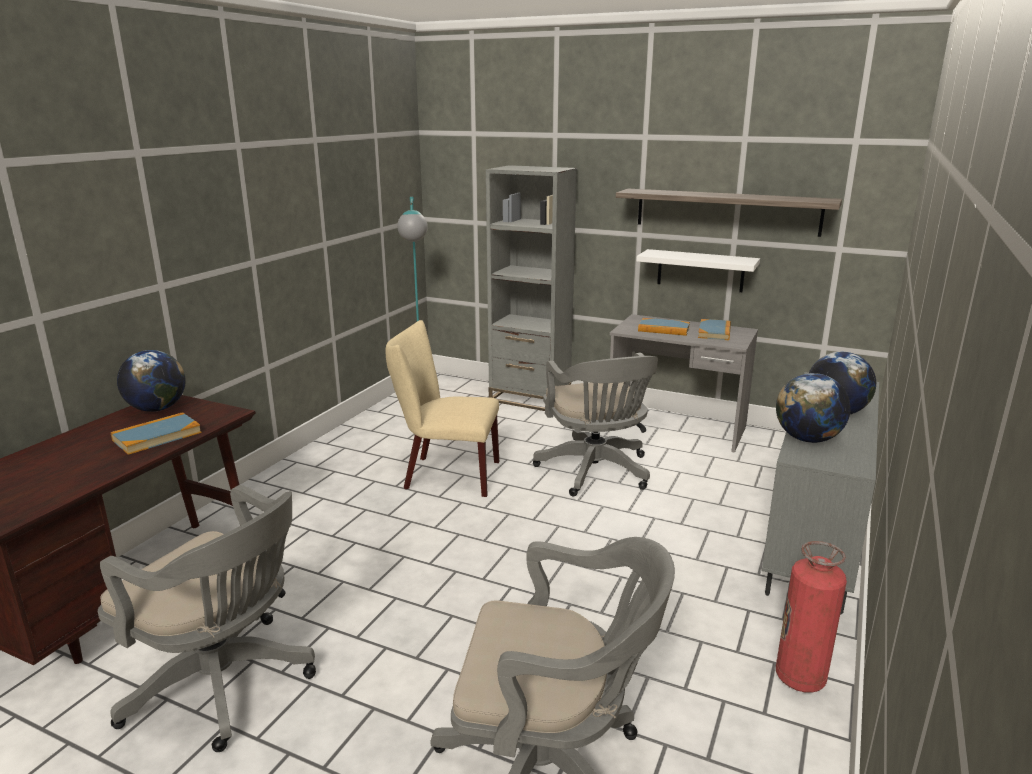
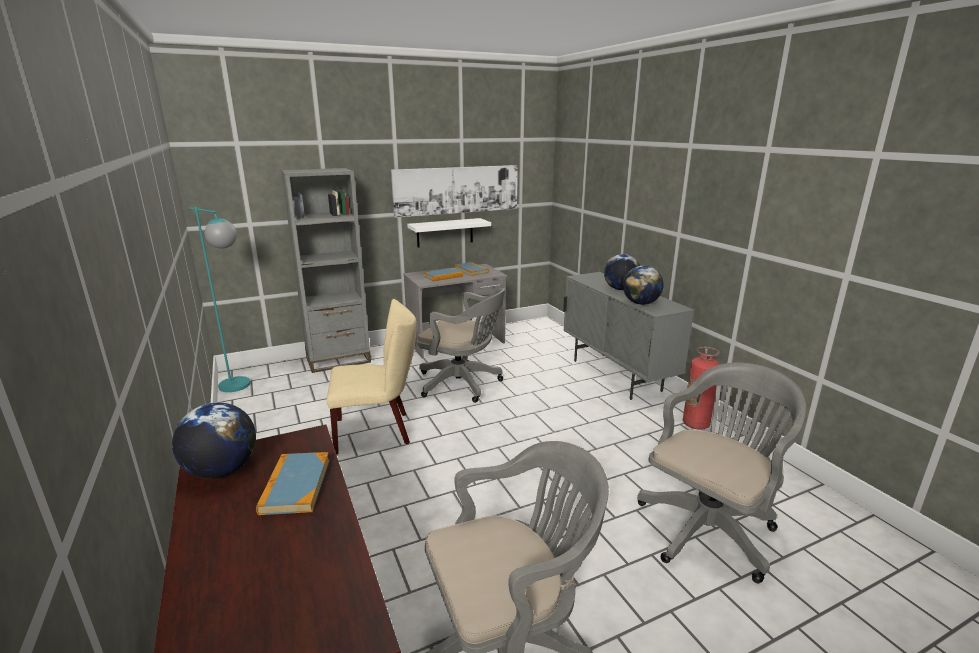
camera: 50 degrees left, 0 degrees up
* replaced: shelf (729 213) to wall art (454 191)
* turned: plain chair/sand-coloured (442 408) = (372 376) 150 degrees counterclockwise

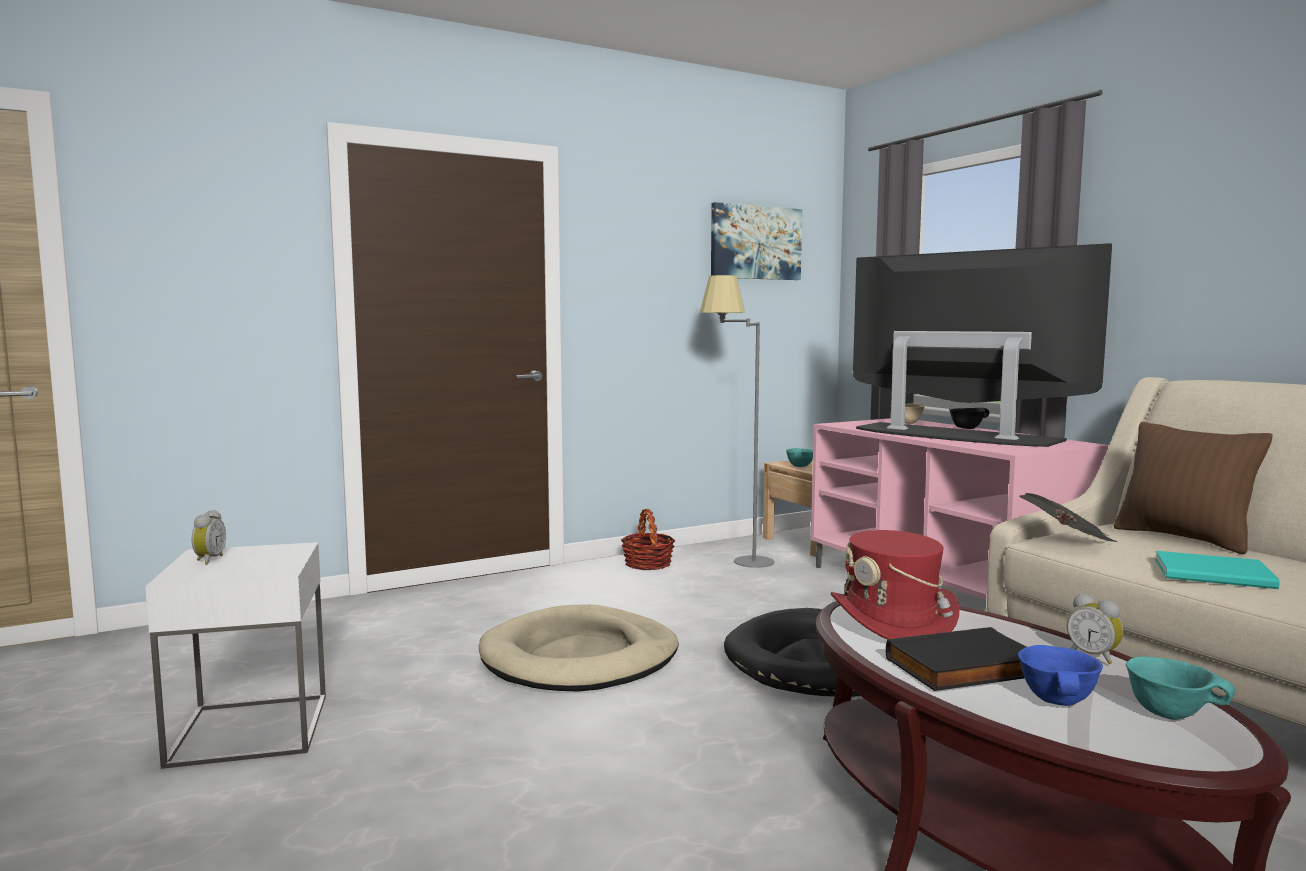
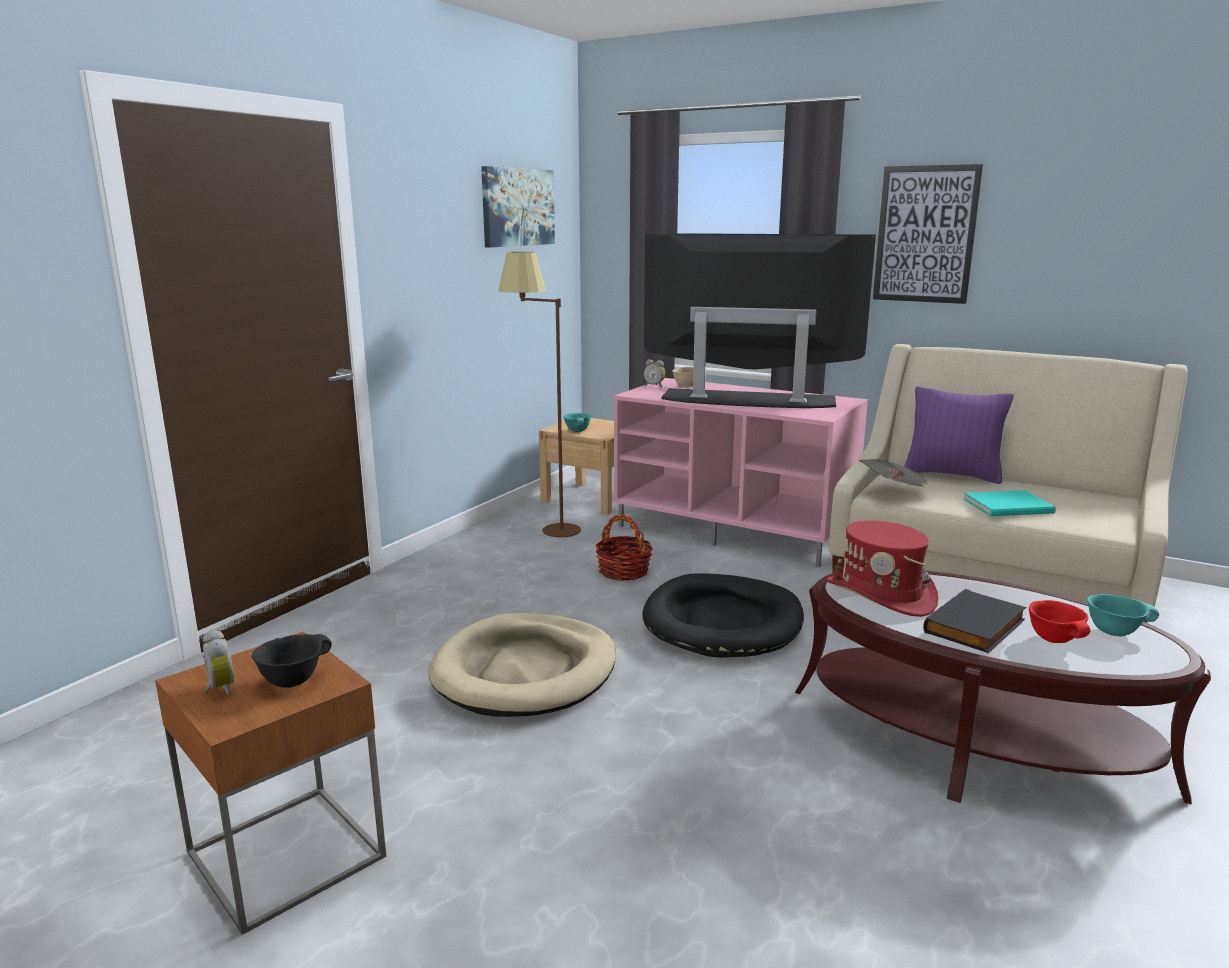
camera: 30 degrees left, 10 degrees up
* recoloured: standard lamp/greyish (737 421) to standard lamp/brown (539 394)
* moved: deep dish/black-coloured (969 418) to (292 661)
* recoloured: throw pillow/brown (1193 488) to throw pillow/purple-coloured (958 435)
* moved: storage basket (648 539) to (624 547)
* recoloured: accent table/whitish (235 655) to accent table/brown (270 783)
* moved: table clock (1095 628) to (654 373)
* recoloured: deep dish/blue-coloured (1060 675) to deep dish/reddish (1060 621)
* added: wall art (928 234)

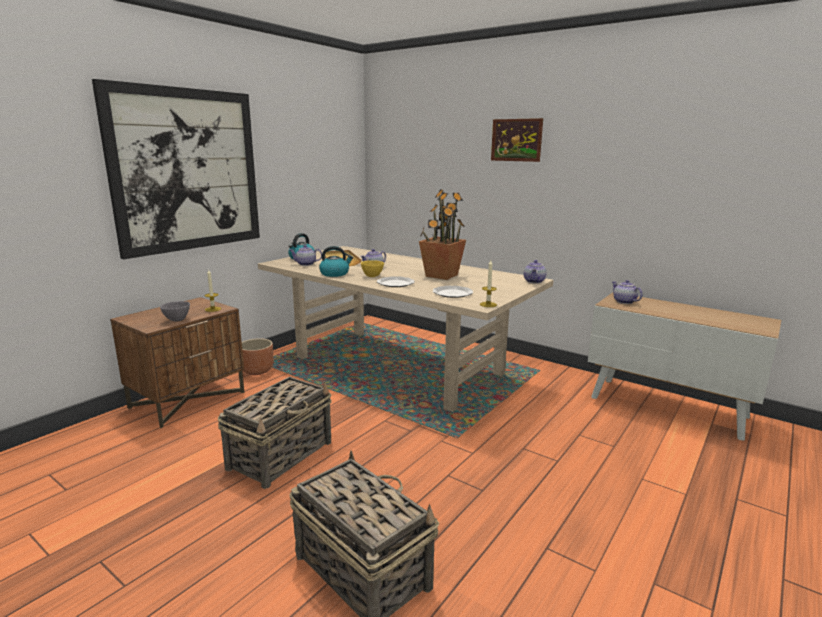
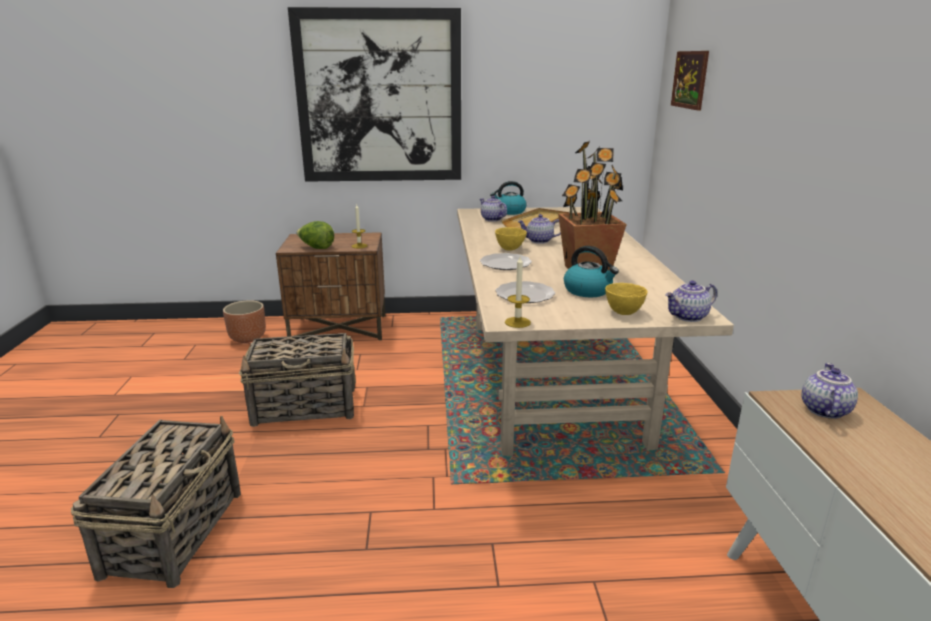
camera: 50 degrees right, 5 degrees up
* moved: wall art (517 140) to (690 81)
* moved: kettle (336 261) to (591 271)
* replaced: deep dish/greyish (175 311) to lettuce (315 235)
* moved: planter/brown (257 356) to (244 321)
* added: deep dish/yellow-coloured (626 299)

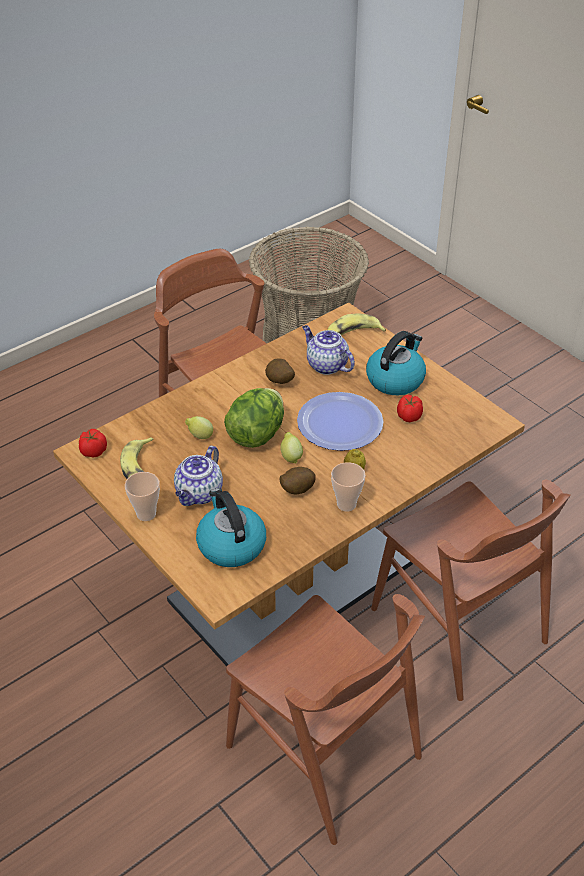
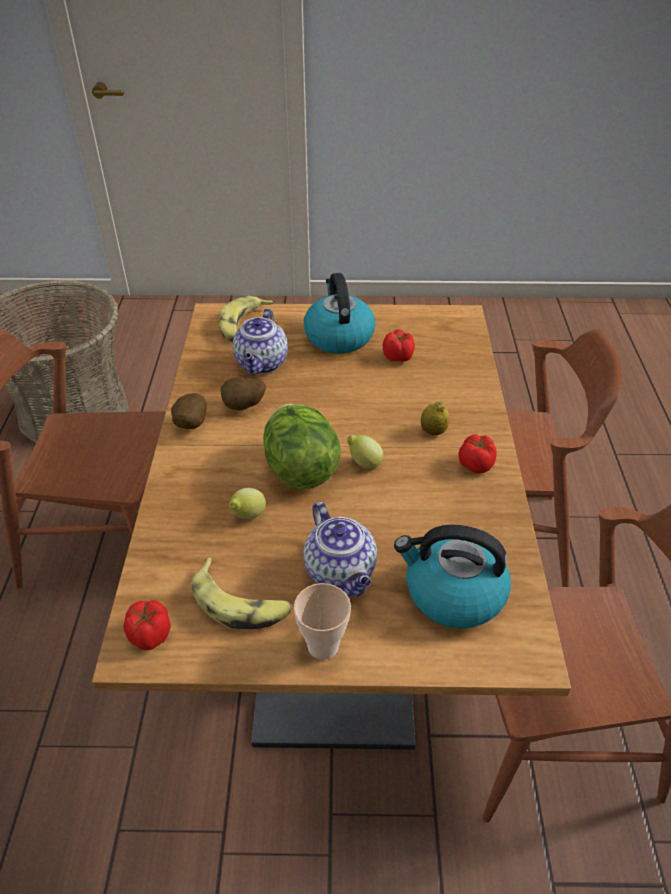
camera: 50 degrees left, 0 degrees up
* turned: tea pot (328 350) = (260 341) 75 degrees counterclockwise
* removed: flat dish (340 421)
* replaced: cup (348 486) to whole tomato (478 453)
* moved: potato (297 480) to (189 411)

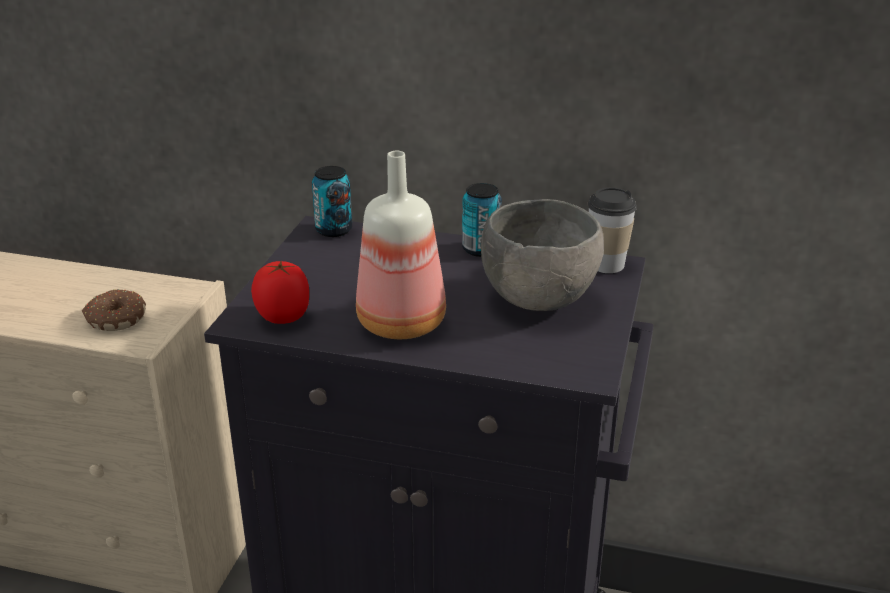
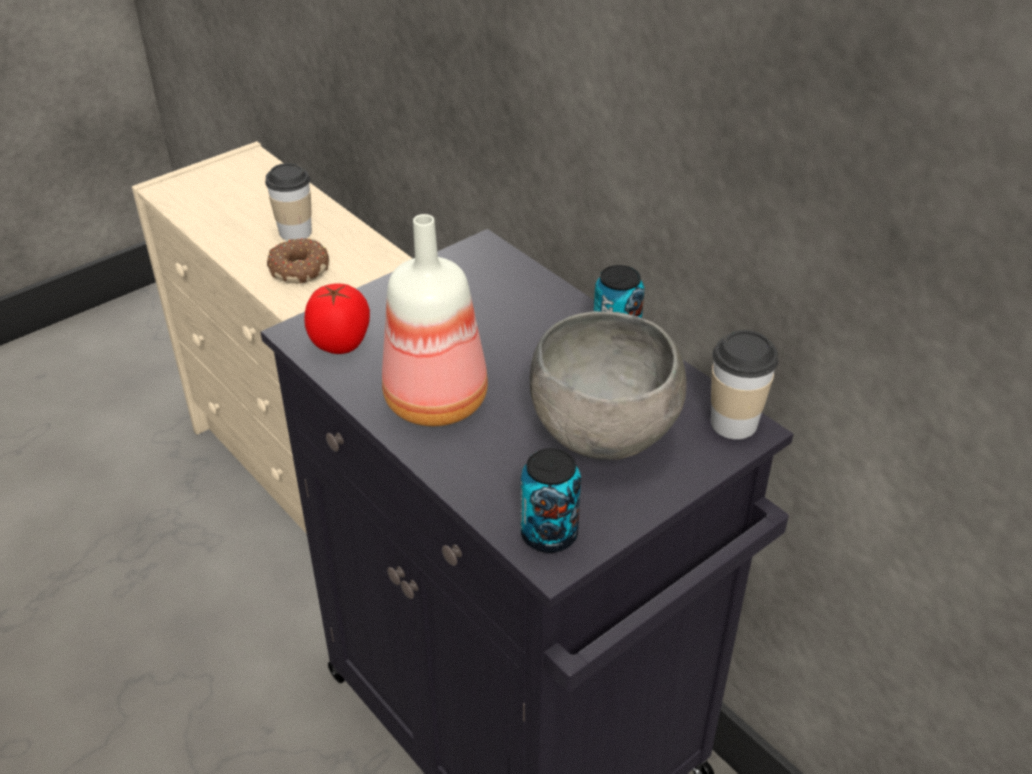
camera: 35 degrees right, 10 degrees up
* moved: sealed can (332 201) to (551 500)
* added: cup (288 202)

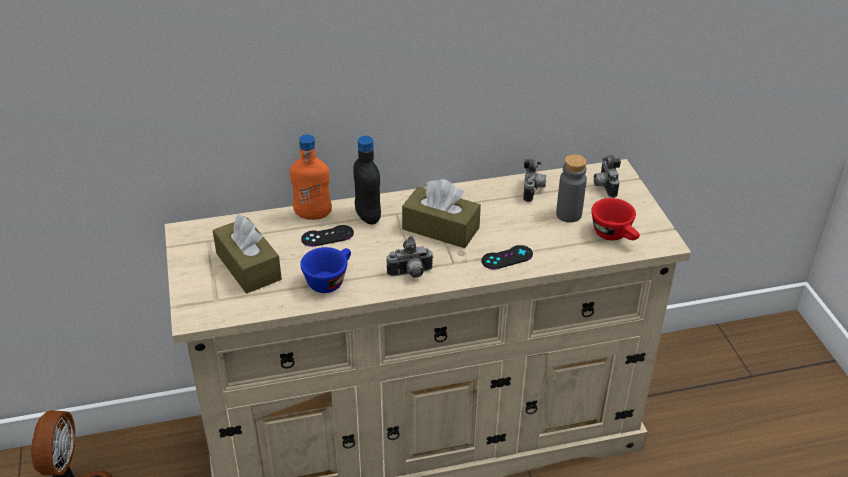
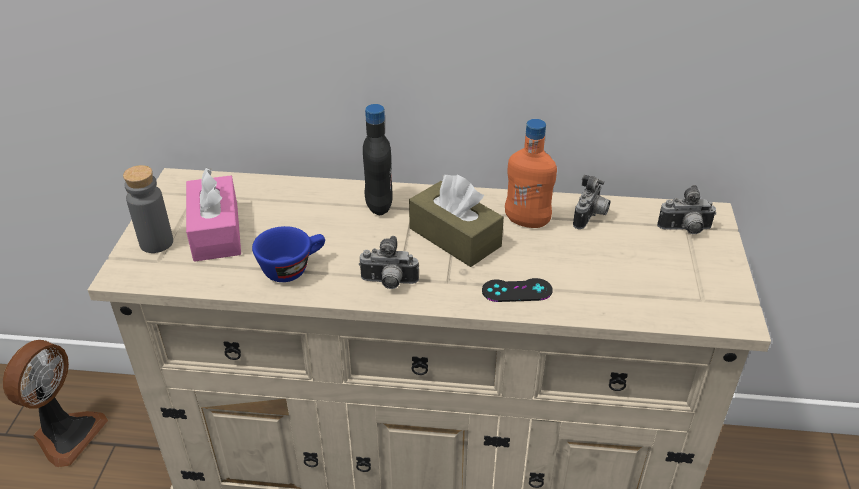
camera: 20 degrees right, 0 degrees up
* moved: beverage bottle/orangey (311 177) to (531 173)
* moved: beverage bottle/greyish (571 188) to (148 209)
* turned: still camera (607 176) = (686 209) 105 degrees counterclockwise
* removed: cup/reddish (615 219)
* recoloured: tissue holder/brown (247 254) to tissue holder/pink-coloured (213 215)
* removed: game controller/black-coloured (327 236)

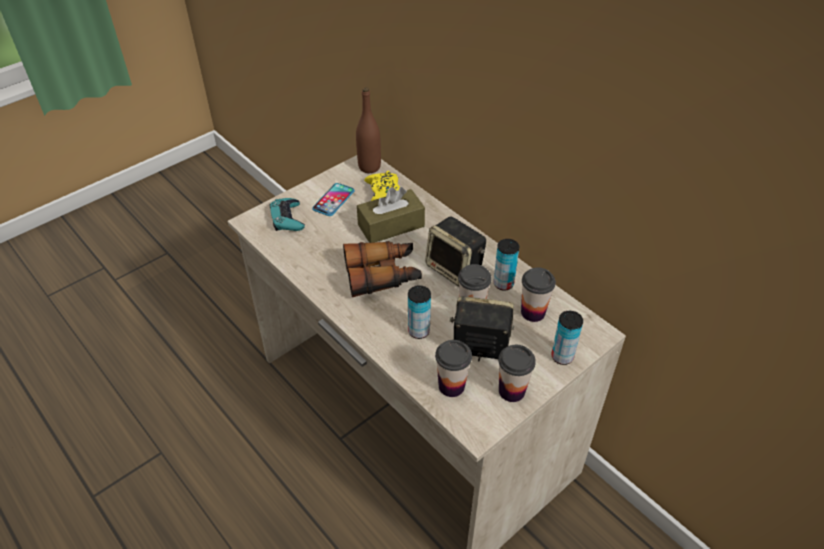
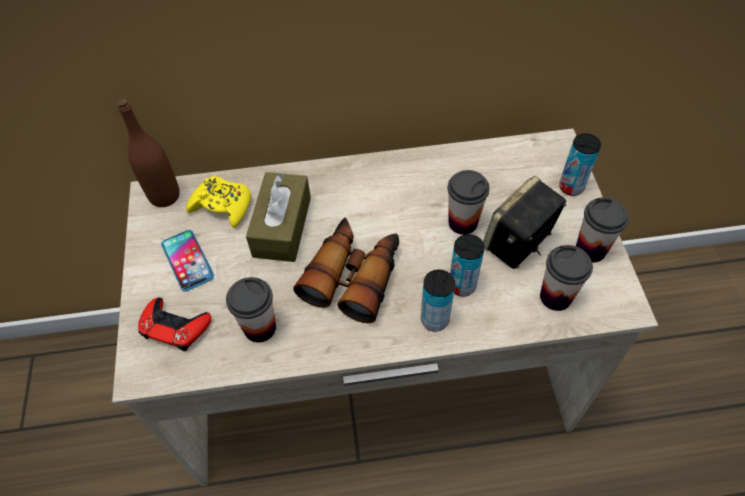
camera: 55 degrees left, 10 degrees up
* recoloured: game controller/blue-green (287 214) to game controller/reddish (174 324)
* removed: speaker (455 251)
* moved: sealed can (506 265) to (438 300)
* moved: cup (538 294) to (251 310)

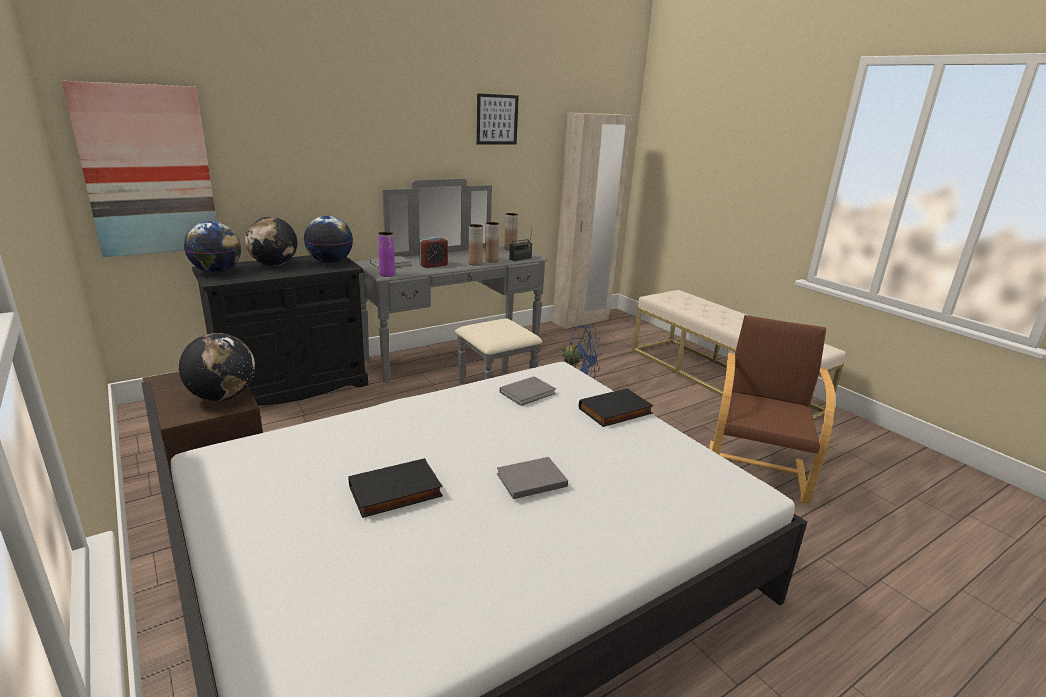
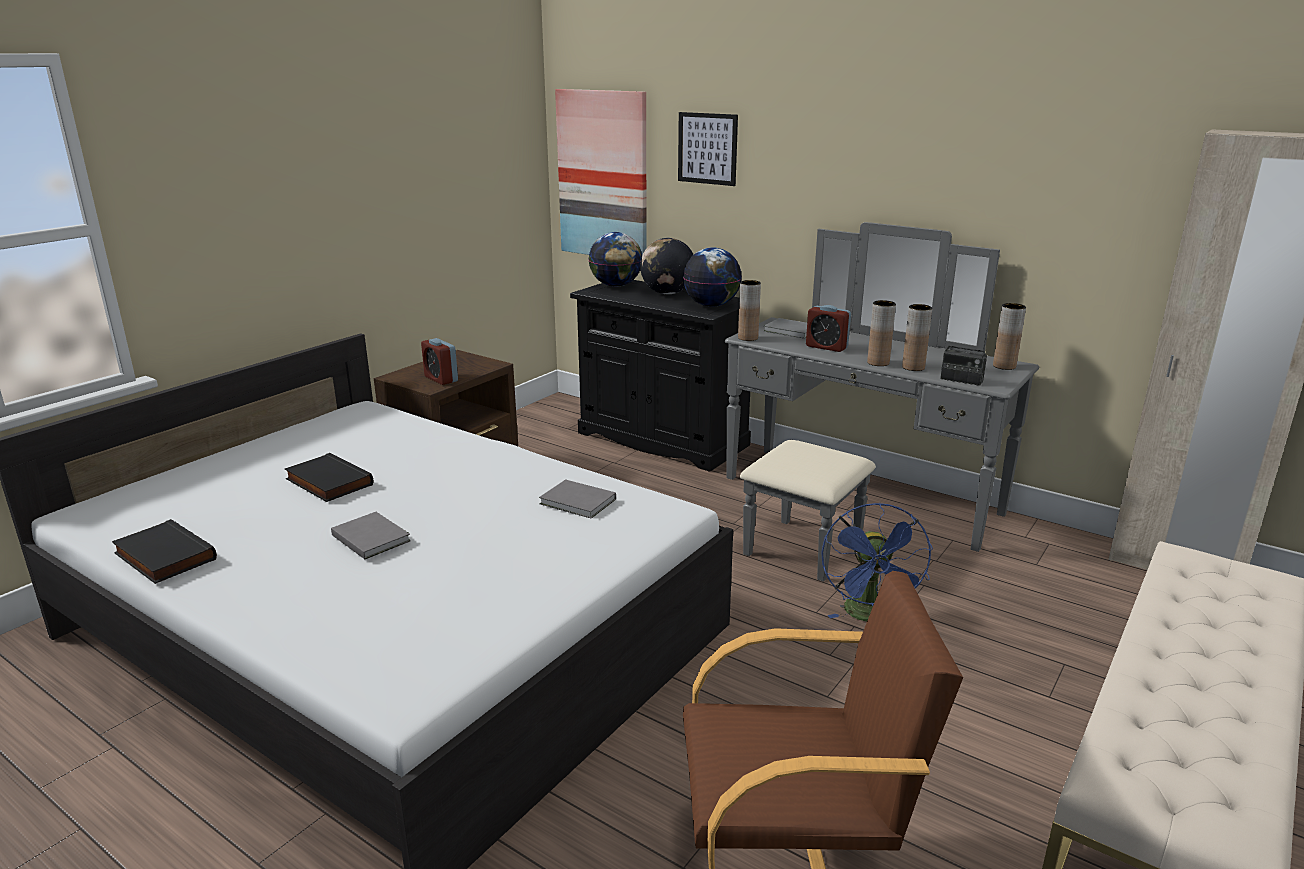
camera: 70 degrees right, 0 degrees up
* moved: wall art (497 118) to (708 149)
* recoloured: decorative vase/purple-coloured (386 254) to decorative vase/brown (749 310)
* replaced: world globe (217 367) to table clock (439 361)
* moved: bound book/black-coloured (616 407) to (164 551)

